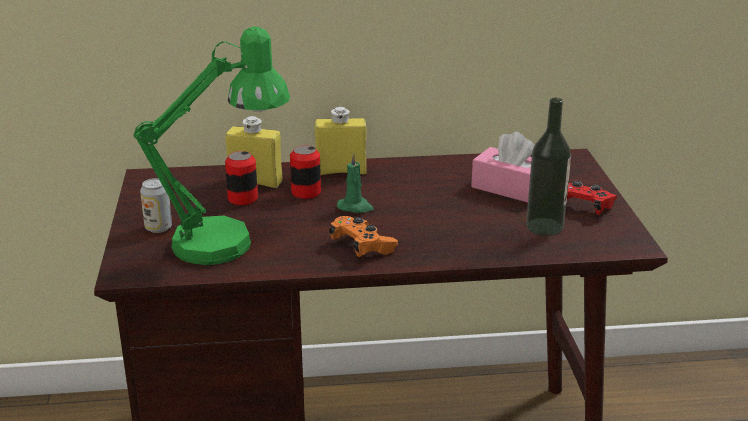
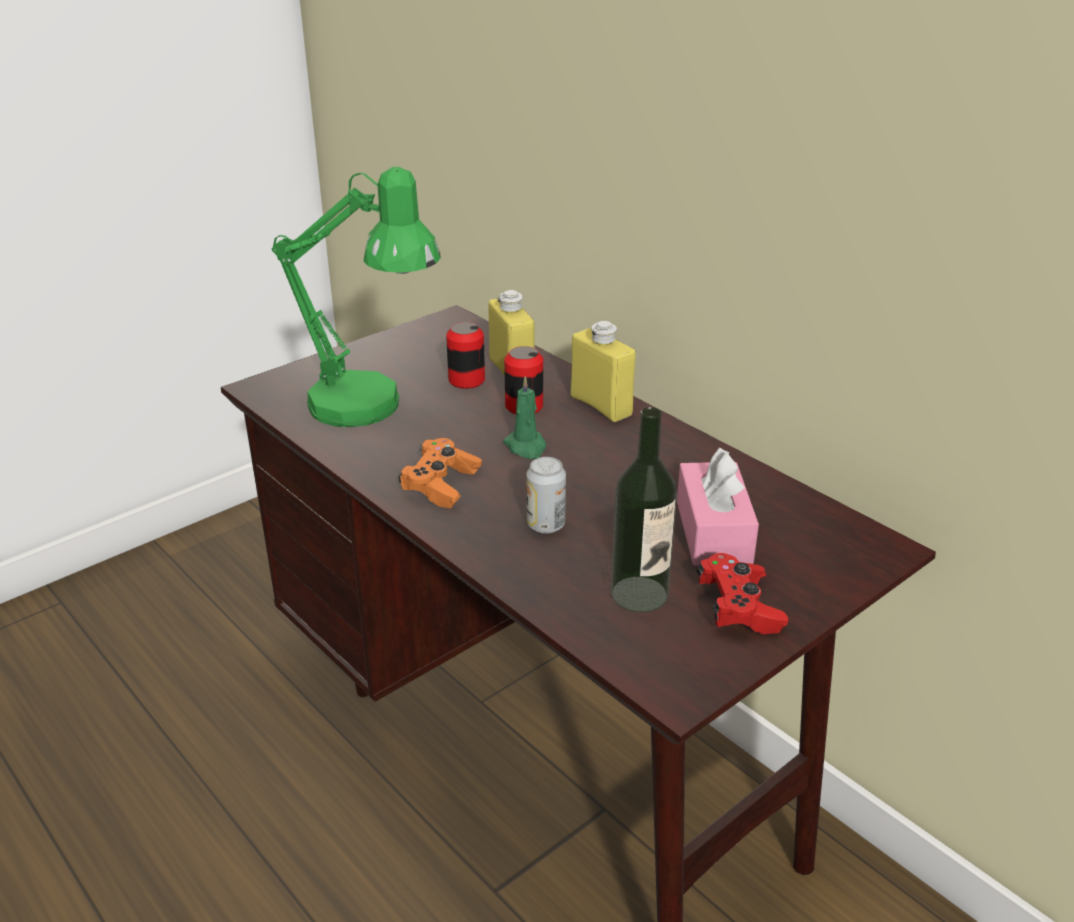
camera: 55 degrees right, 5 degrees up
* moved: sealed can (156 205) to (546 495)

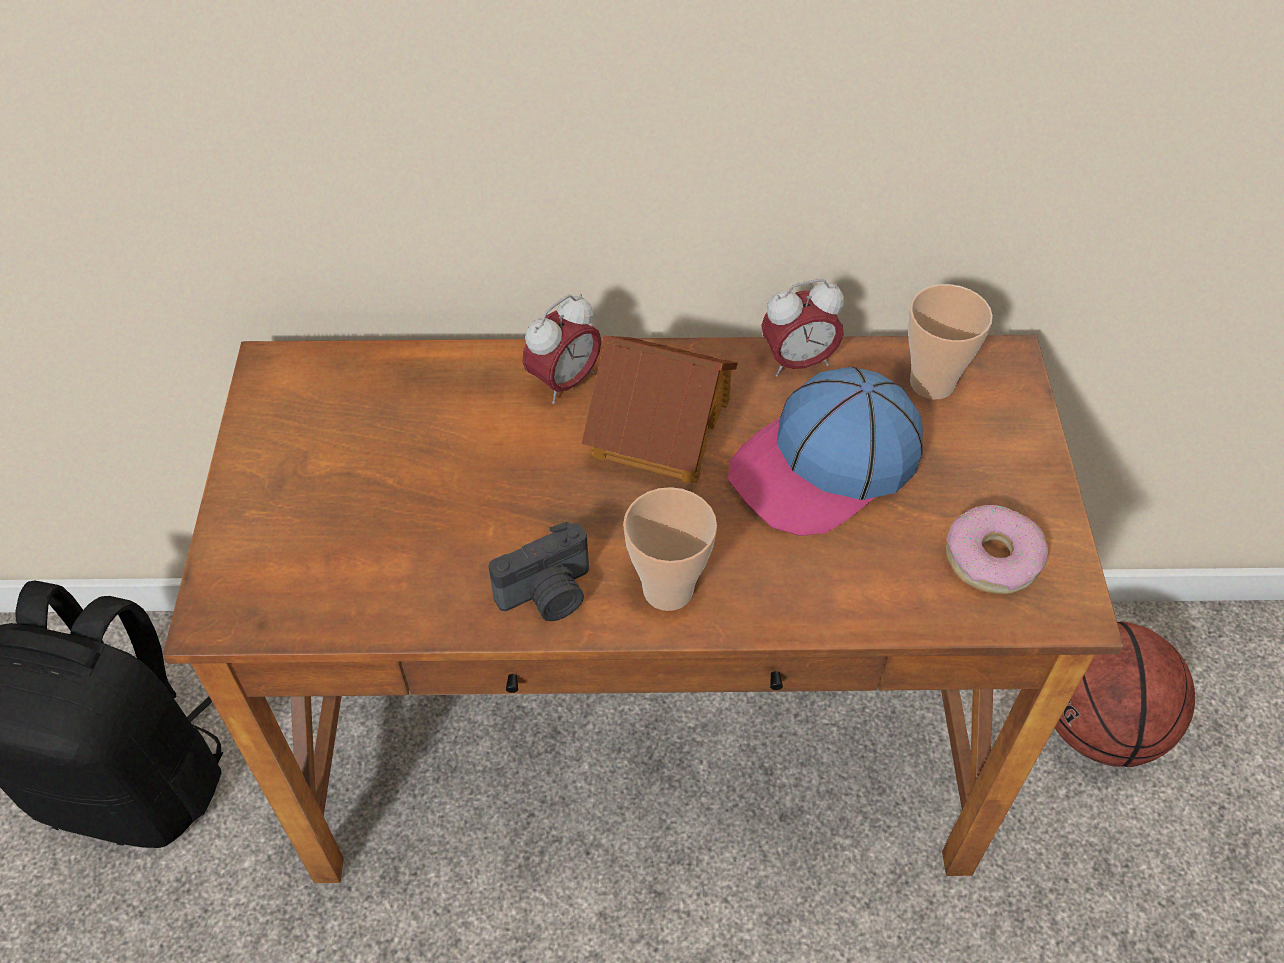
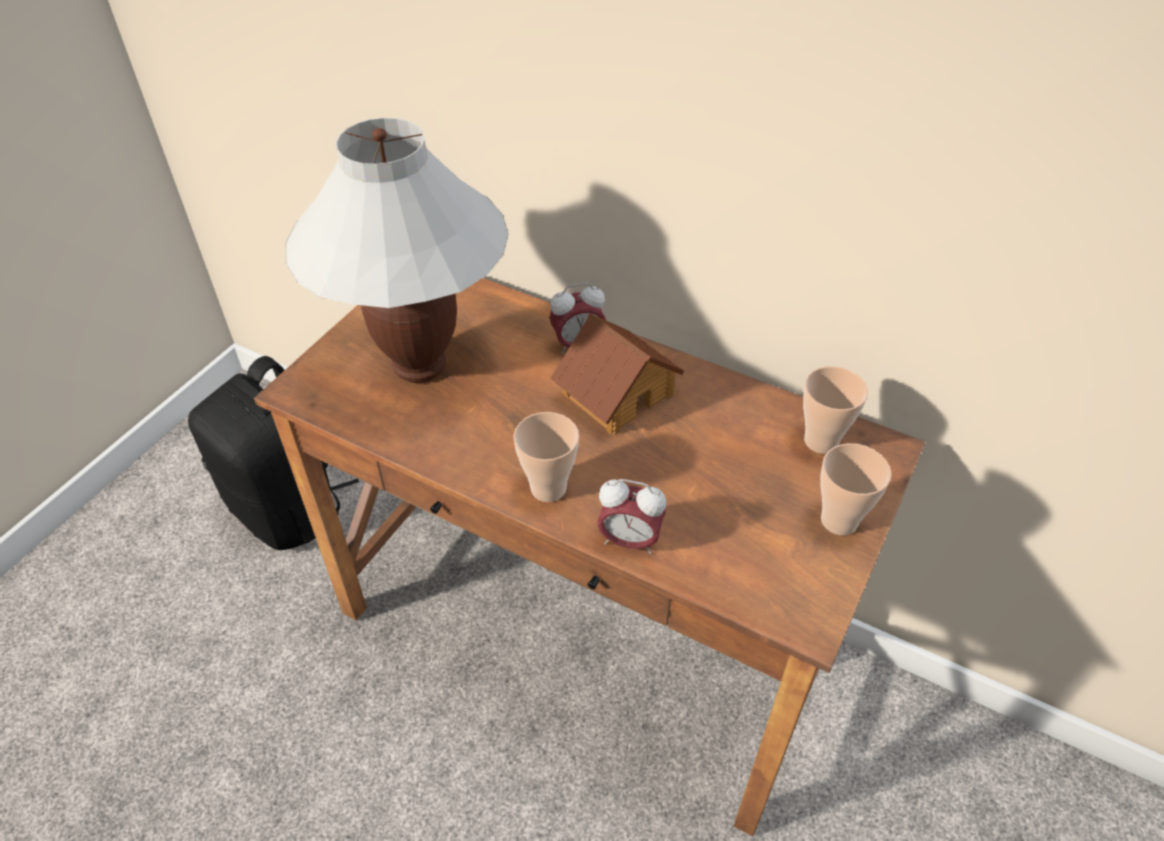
camera: 30 degrees right, 5 degrees down
* moved: table clock (802 328) to (631 516)
* removed: peaked cap (825 451)
* removed: ring doughnut (997 549)
* removed: still camera (538 571)
* removed: ball for basketball (1125 694)
* added: table lamp/whitish (397 250)
* added: cup (856 489)

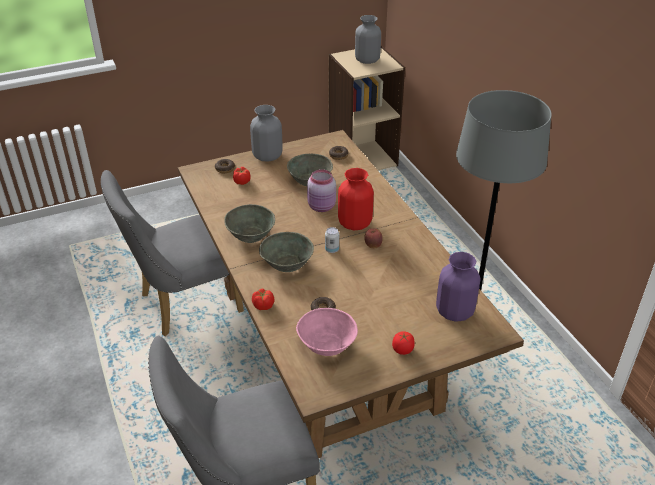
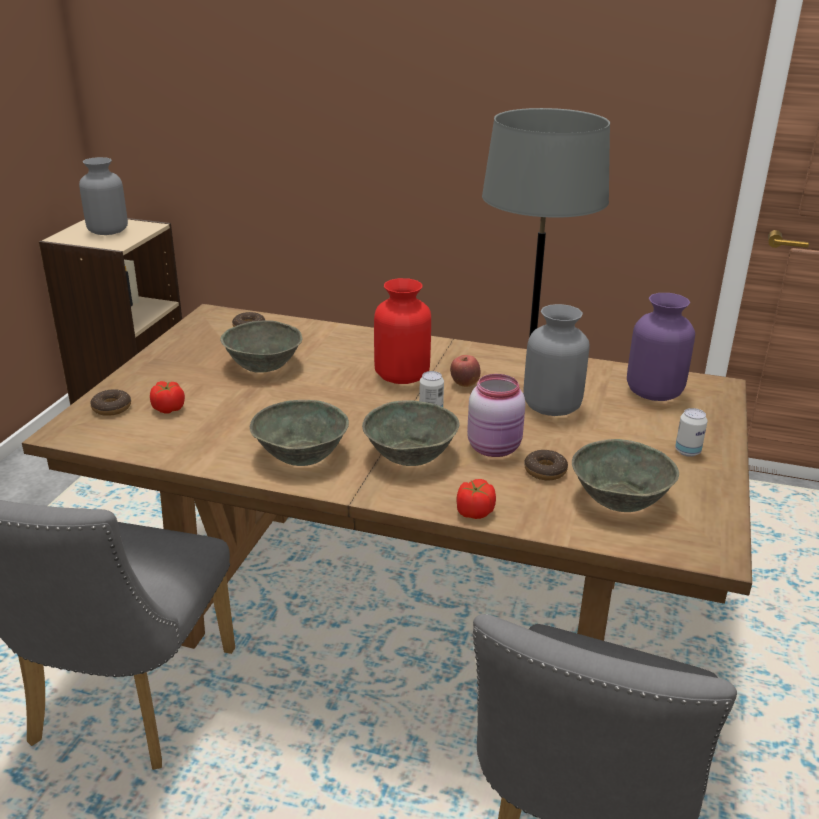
camera: 50 degrees left, 10 degrees down
* moved: decorative vase/greyish (266 133) to (556 360)
* moved: storage jar/pink-coloured (321 190) to (496 415)
* recoloured: deep dish/pink-coloured (327 332) to deep dish/greyish (625 475)
* replaced: whole tomato (403 343) to sealed can (691 432)

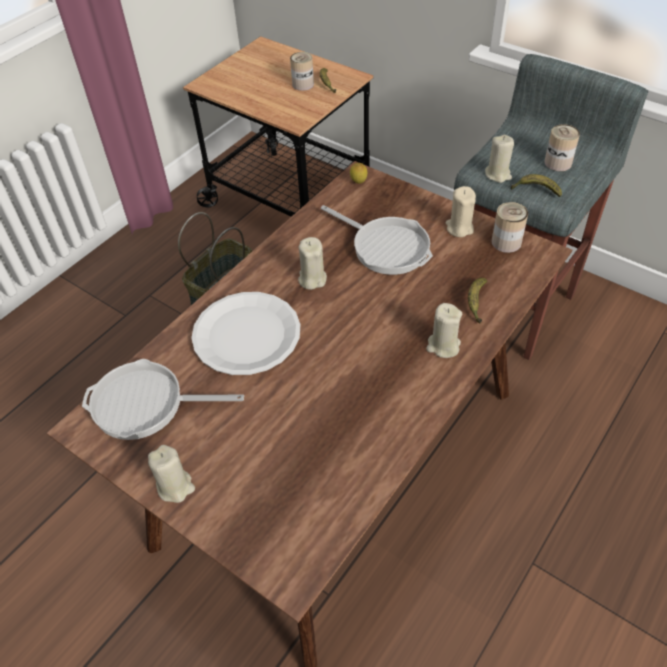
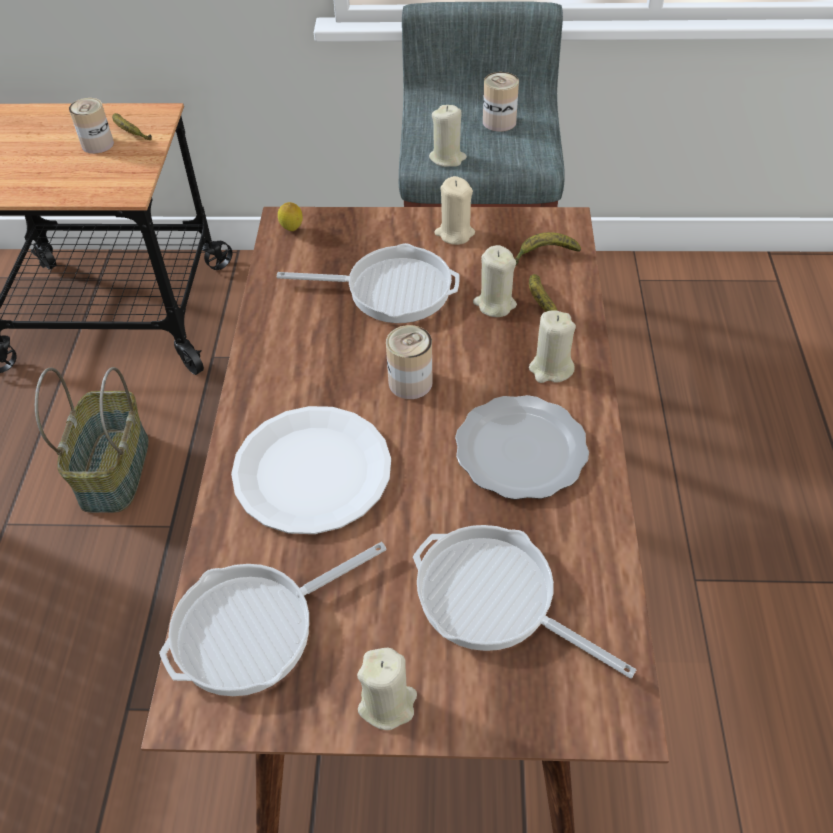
camera: 35 degrees left, 0 degrees up
* moved: whole banana (536 185) to (548 248)
* moved: sealed can (510 227) to (409 362)
* moved: candle/sand-coloured (312 263) to (495 281)
* added: flat dish (522 447)
* added: pan (524 602)

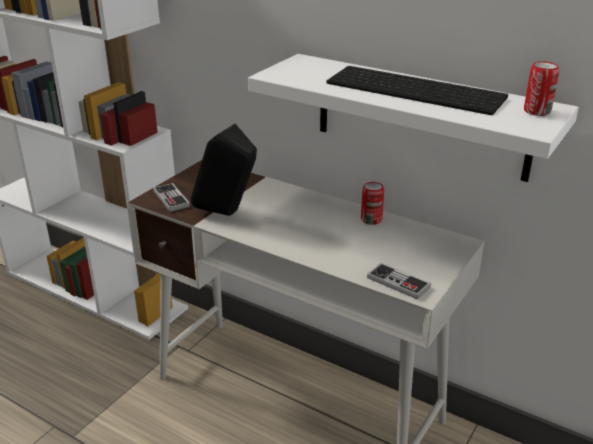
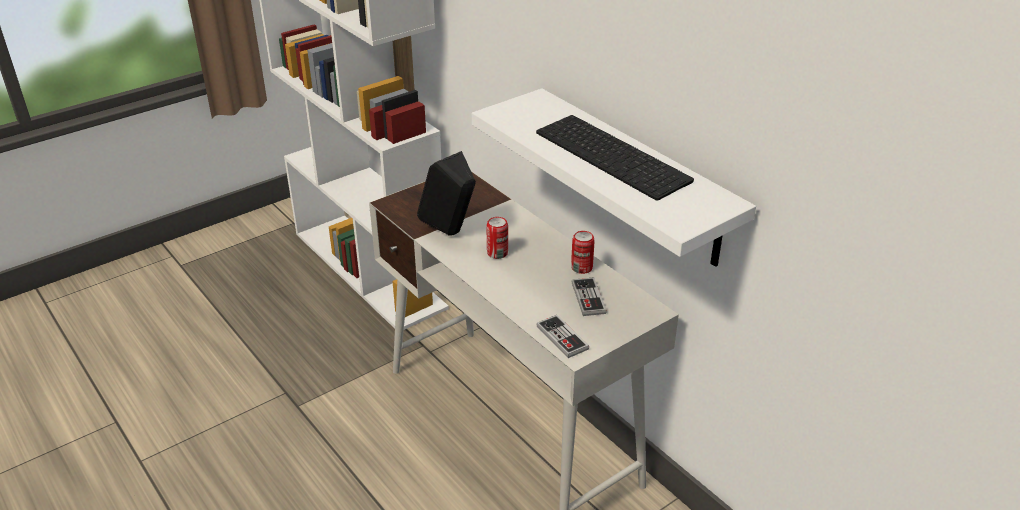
camera: 20 degrees right, 5 degrees up
* moved: sealed can (541 88) to (497 238)
* moved: game controller (171 197) to (589 296)

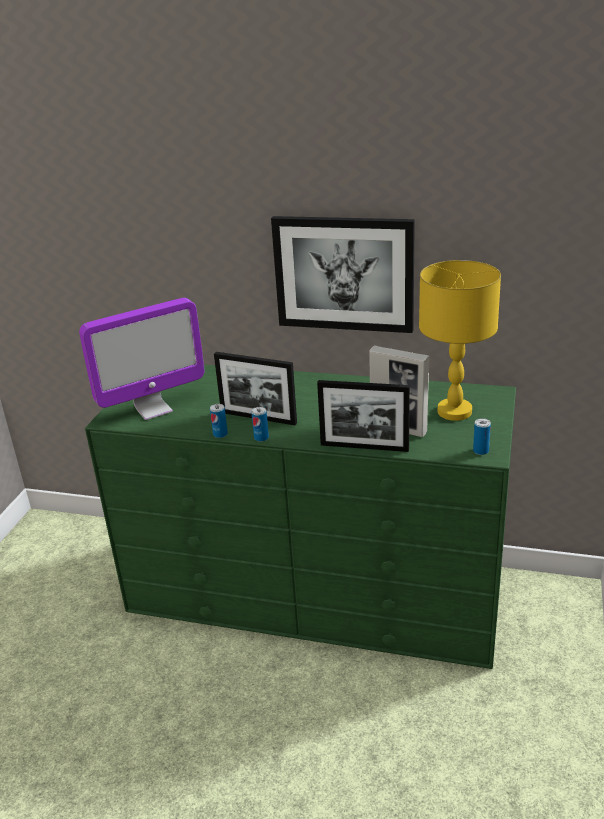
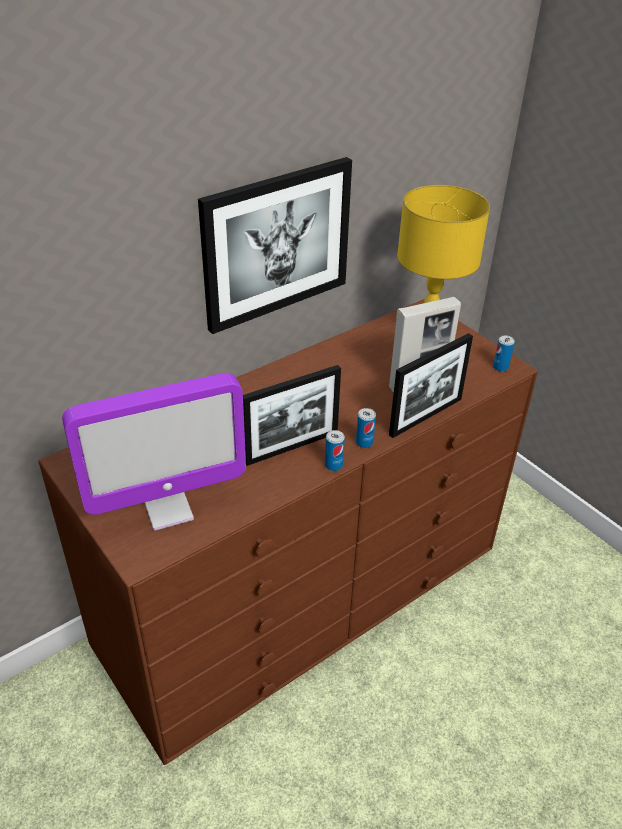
camera: 55 degrees left, 10 degrees up
* turned: computer screen (142 359) = (154 452) 60 degrees clockwise
* recoloured: dresser/green (300 517) to dresser/brown (288 532)
* moved: sealed can (219 421) to (366 428)

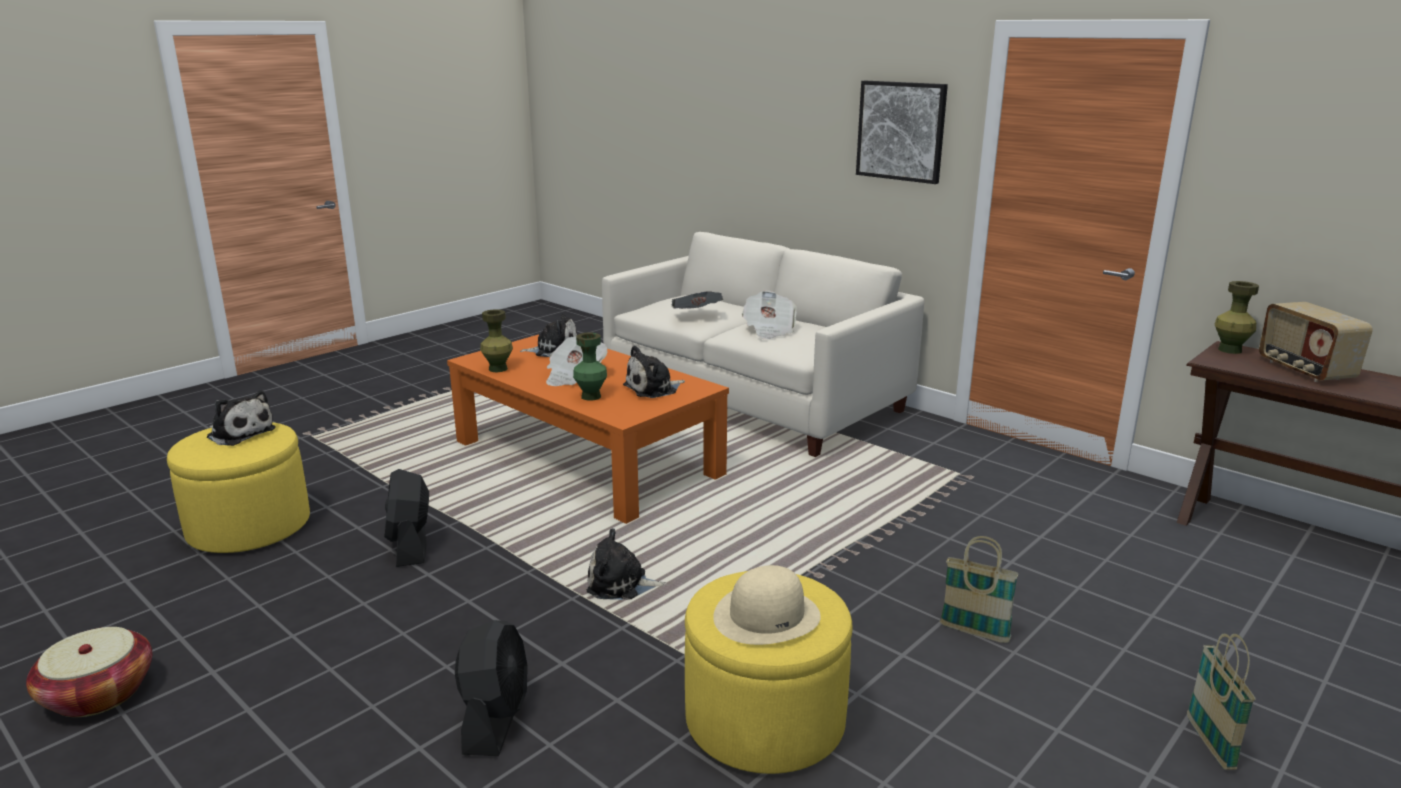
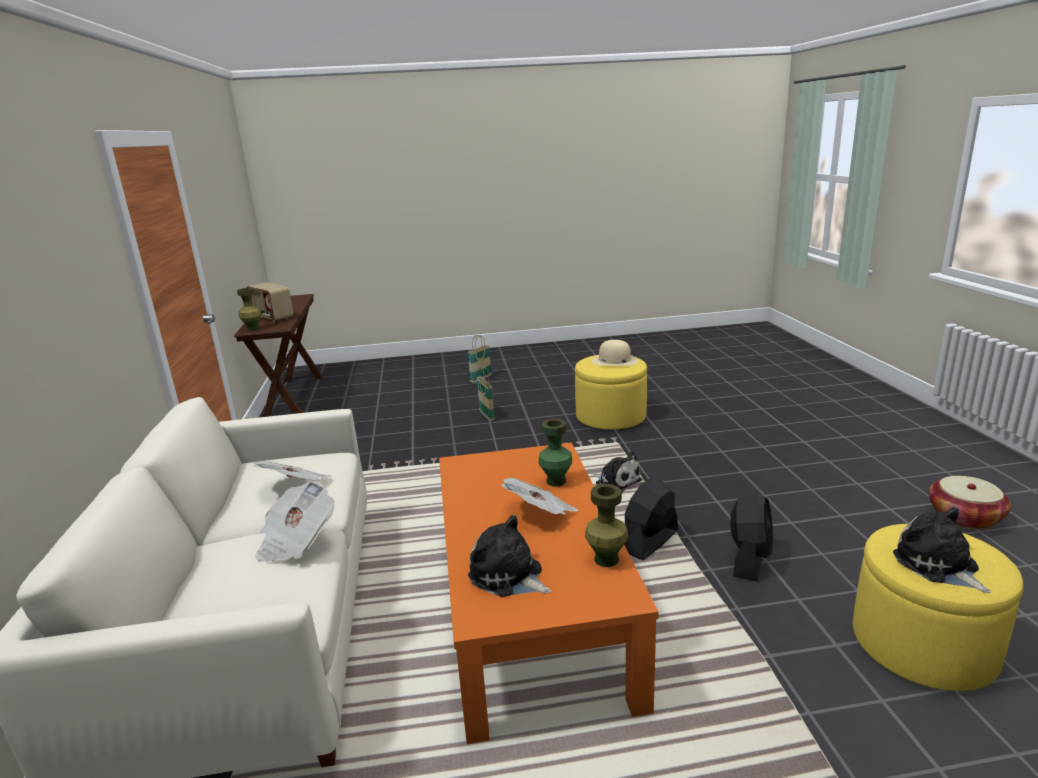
camera: 140 degrees left, 0 degrees up
* removed: wall art (902 132)
* turned: radio (1316 342) = (269 302) 105 degrees clockwise
* removed: plush toy (654 371)
* moved: cooling fan/black-coloured (491 688) to (651 519)

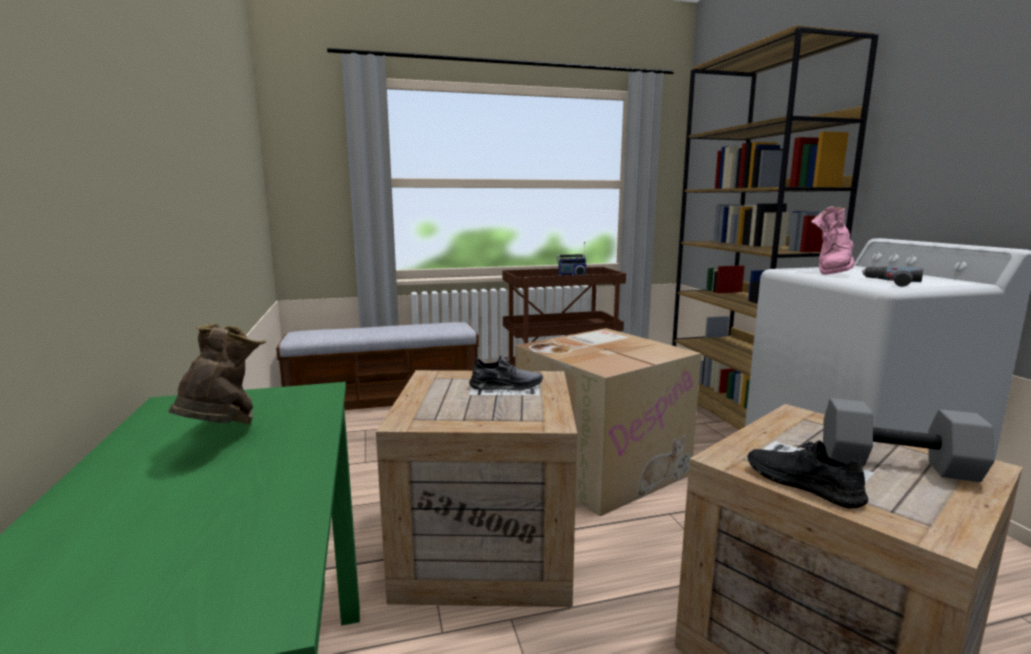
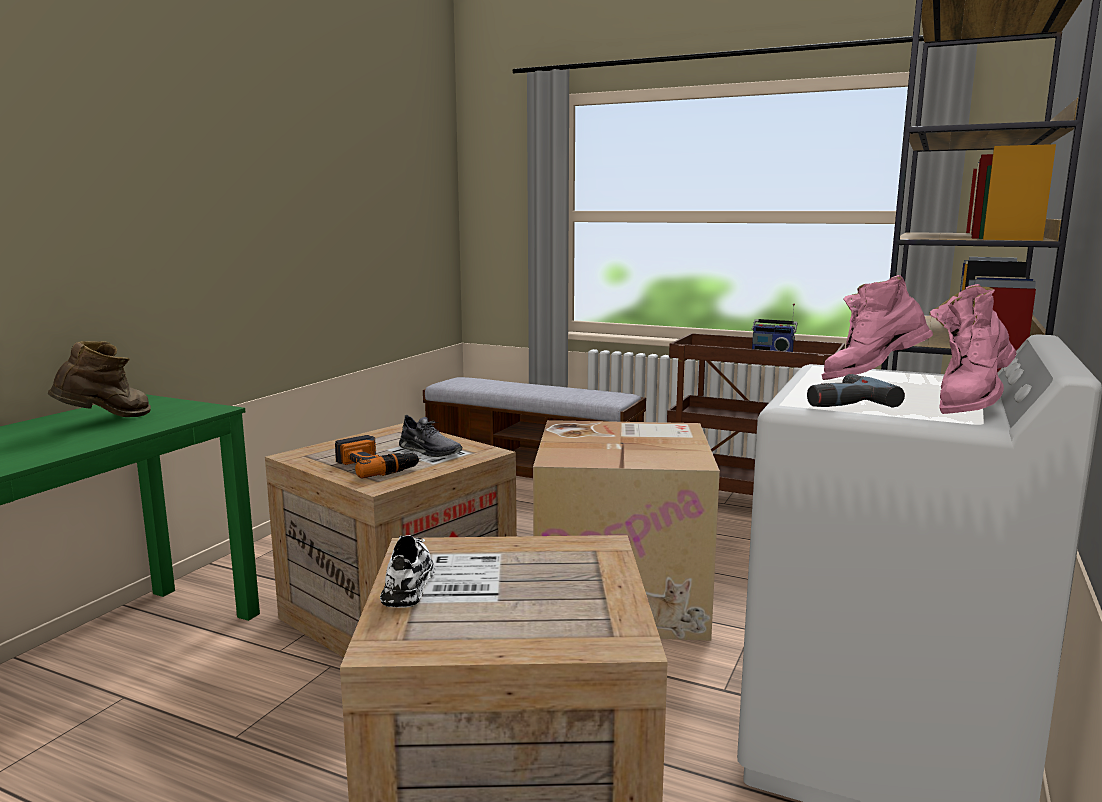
camera: 40 degrees right, 0 degrees up
* removed: hand weight/greyish (909 440)
* recoloured: item of footwear/black-coloured (807 474) to item of footwear/whitish (408 571)
* added: high-top boot/pink-coloured (972 349)
* added: power drill (378 456)

